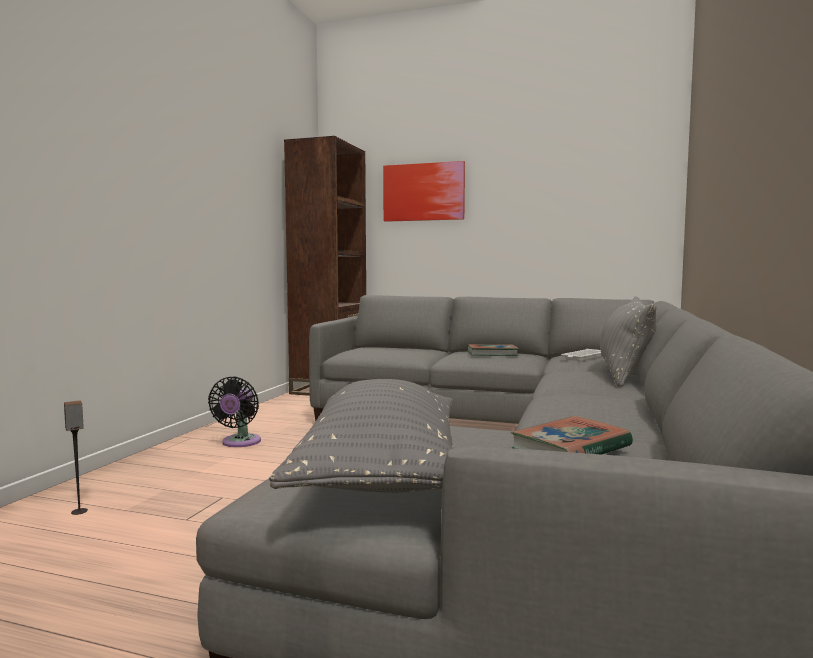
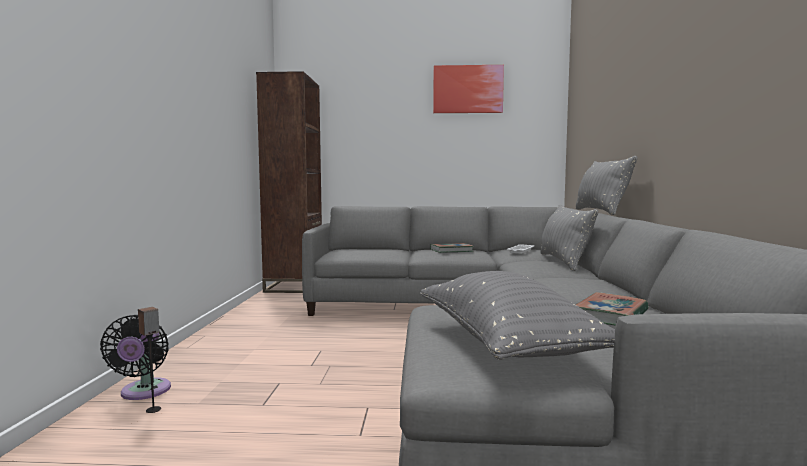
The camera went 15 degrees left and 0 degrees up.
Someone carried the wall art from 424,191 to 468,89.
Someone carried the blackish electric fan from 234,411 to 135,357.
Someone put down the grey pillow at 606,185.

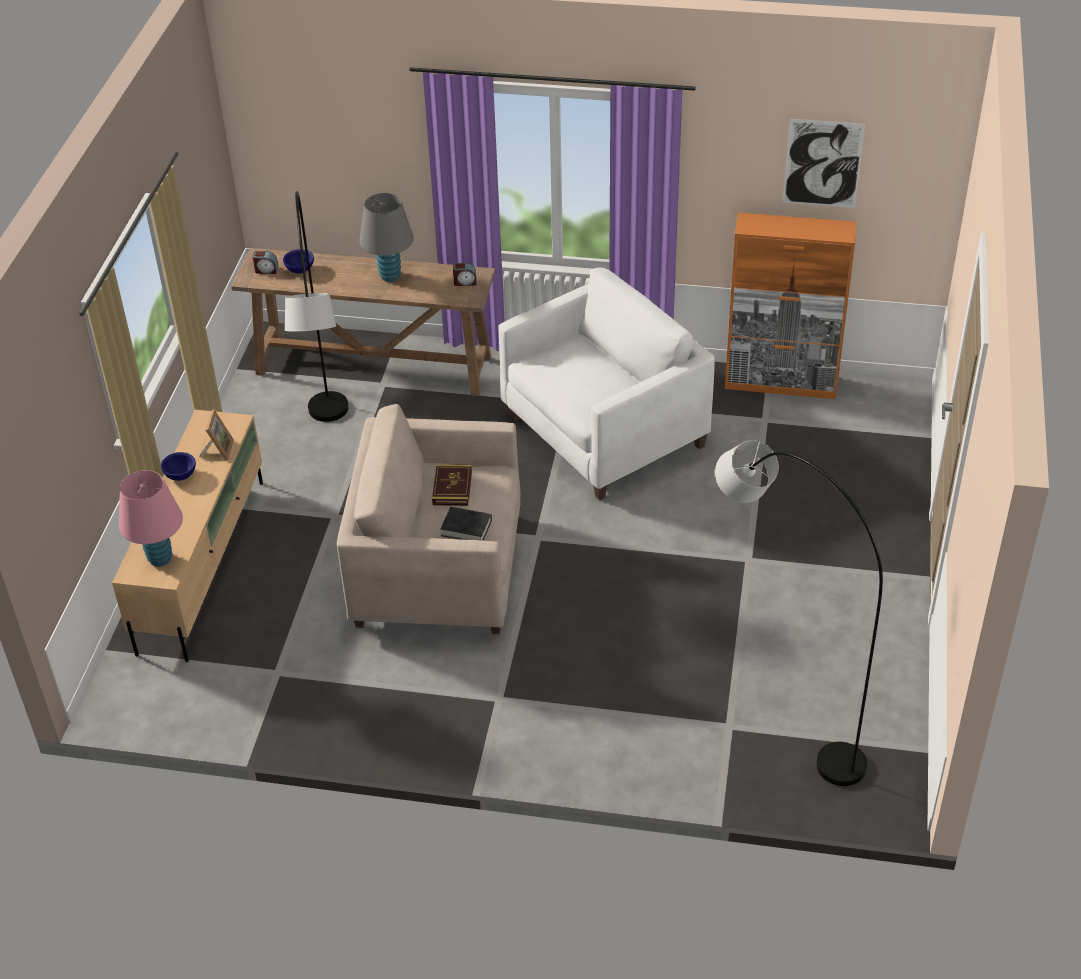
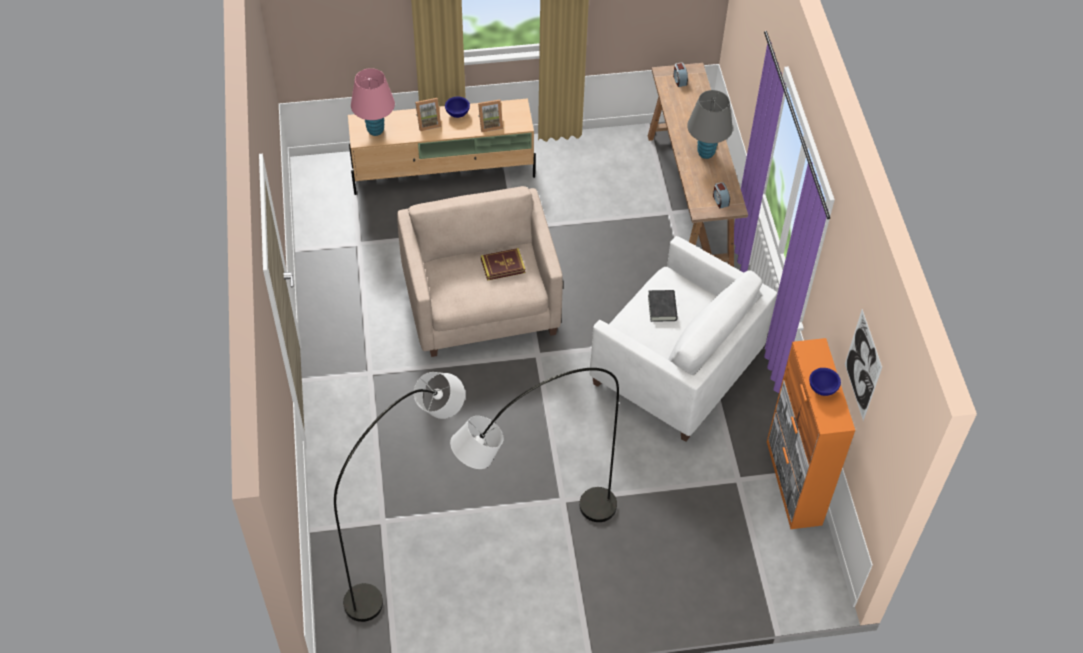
The camera went 70 degrees right and 10 degrees up.
Someone carried the grey standing lamp from 317,306 to 534,445.
Someone carried the blue-coloured deep dish from 298,261 to 825,382.
Someone carried the blackish volume from 466,524 to 663,306.
Someone put down the standing frame at 428,114.

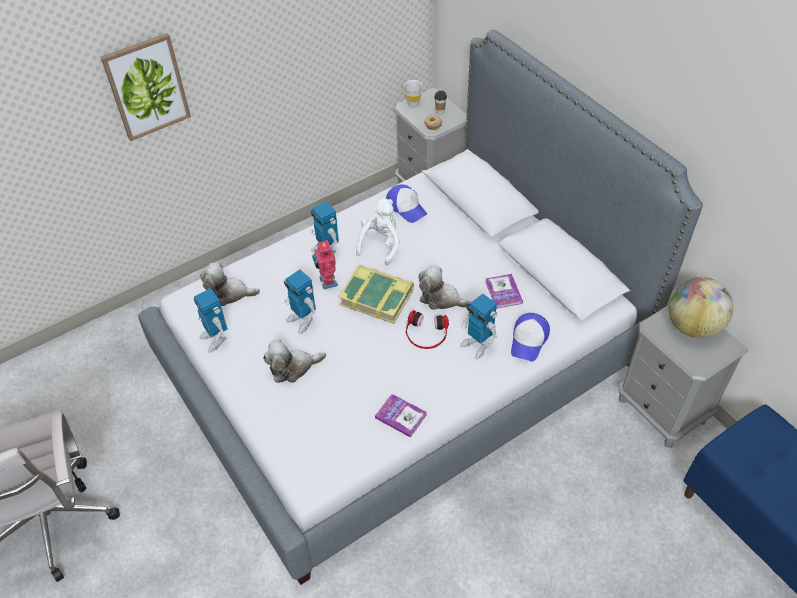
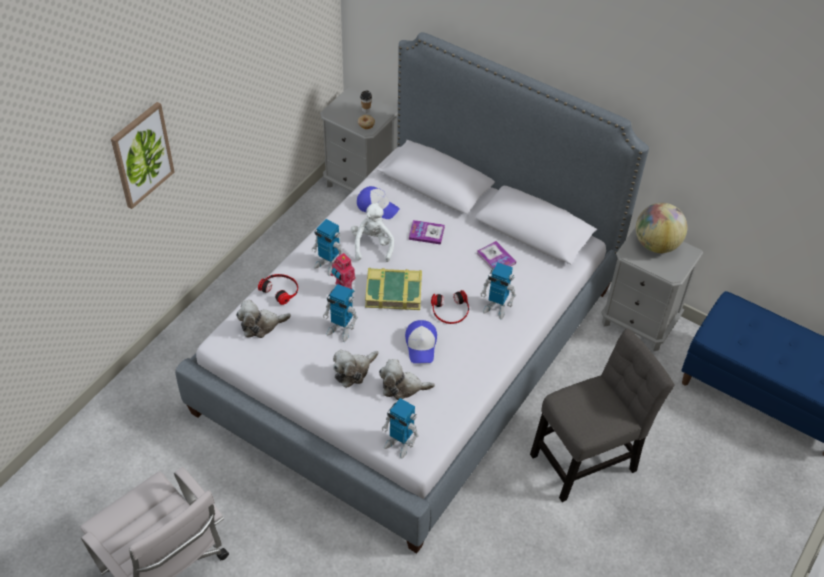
The camera went 25 degrees left and 0 degrees up.
Someone took away the white small cup at 413,94.
Someone carried the plush toy from 445,287 to 407,379.
Someone carried the model robot from 210,320 to 400,428.
Someone carried the peaked cap from 530,337 to 421,341.
Someone carried the volume from 401,416 to 427,232.
Someone put down the headphones at 278,289.
Someone put down the grey chair at 602,415.

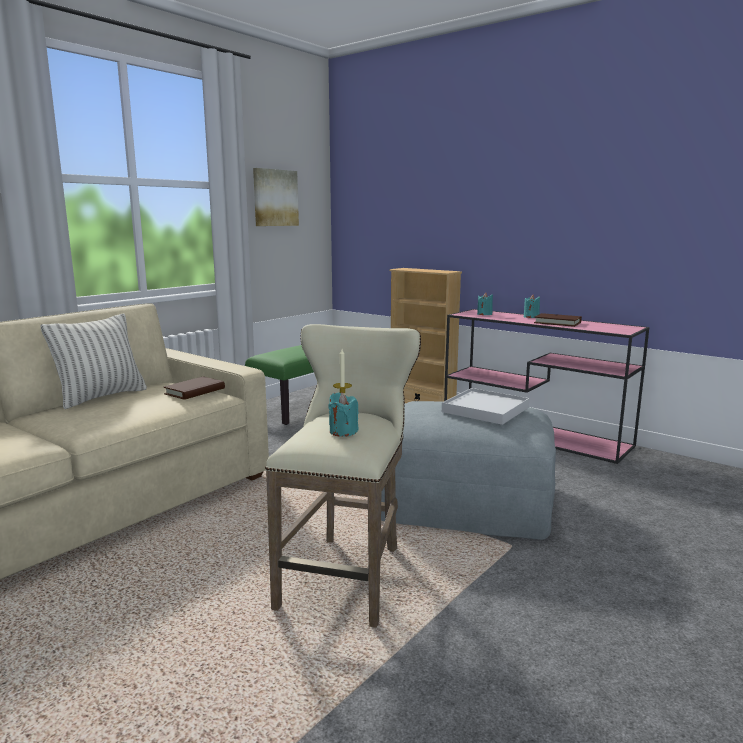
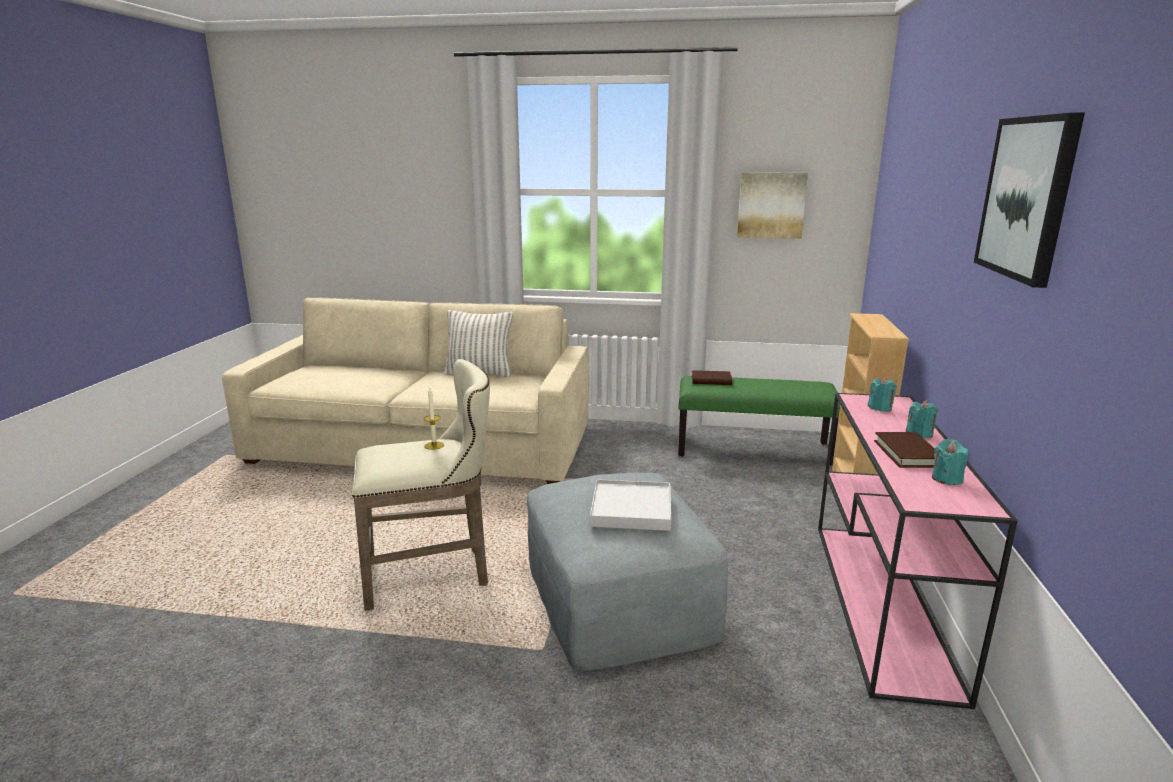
The camera went 60 degrees right and 5 degrees up.
Someone carried the brown volume from 194,388 to 712,377.
Someone carried the turquoise wax candle from 343,414 to 950,462.
Someone put up the wall art at 1029,200.

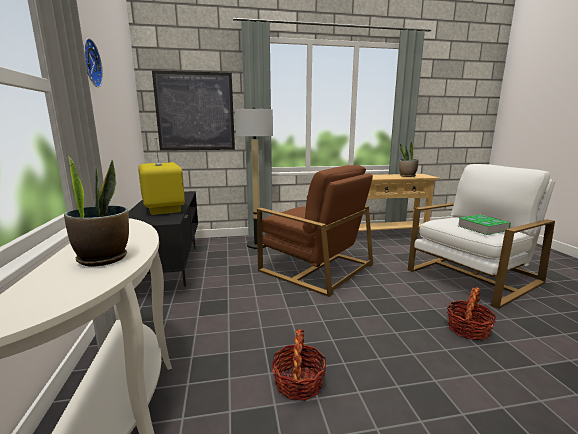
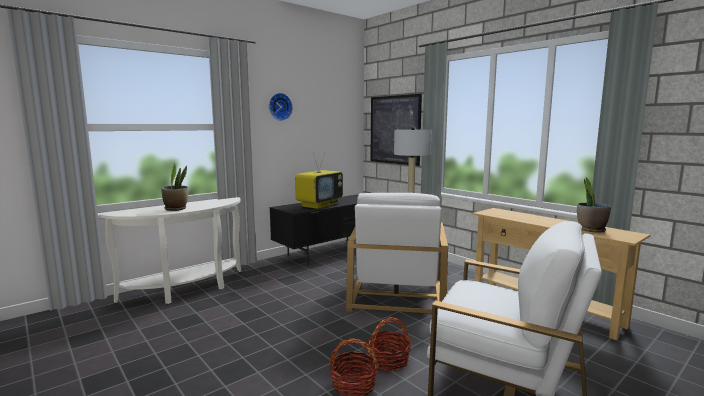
The camera went 60 degrees right and 5 degrees down.
Someone repainted the brown lounge chair at 315,231, which became the white lounge chair at 397,253.
Someone took away the volume at 484,225.
Someone carried the household basket from 299,365 to 390,344.

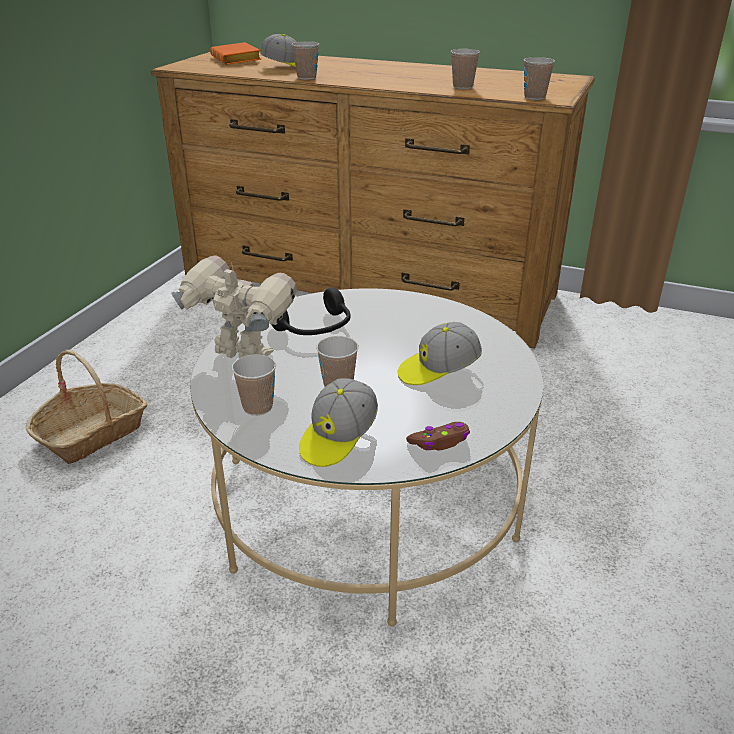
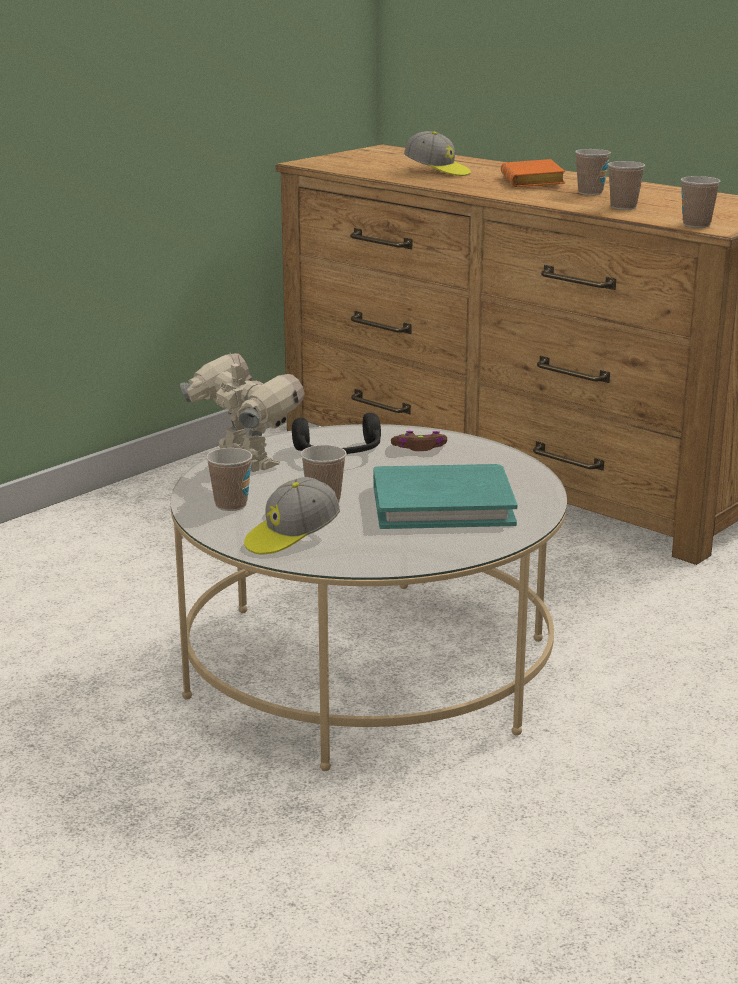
The camera went 20 degrees right and 10 degrees down.
Someone carried the small cup from 305,60 to 593,172.
Someone carried the orange volume from 235,53 to 533,173.
Someone swapped the peaked cap at 439,353 for the turquoise volume at 445,496.
Someone took away the household basket at 86,407.
Someone carried the brown joypad from 438,436 to 419,441.

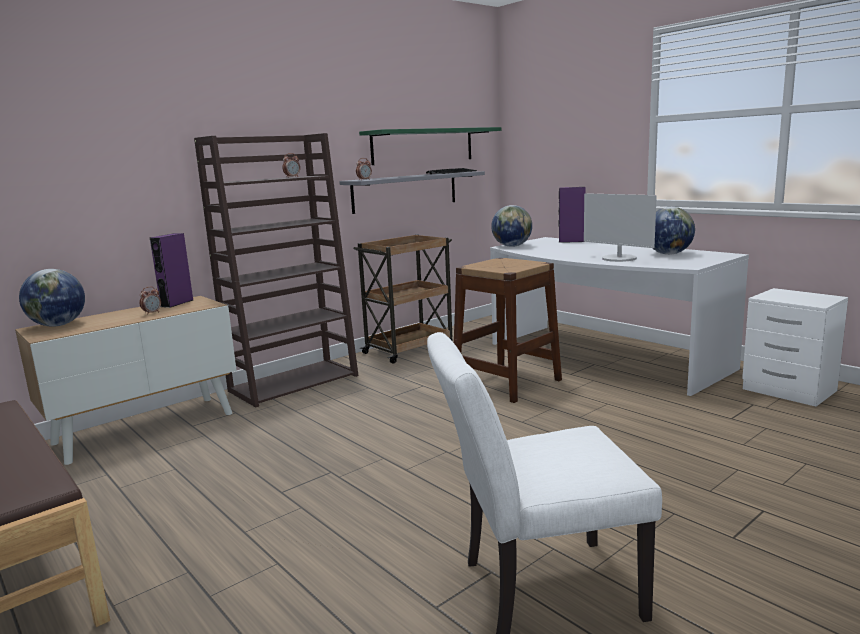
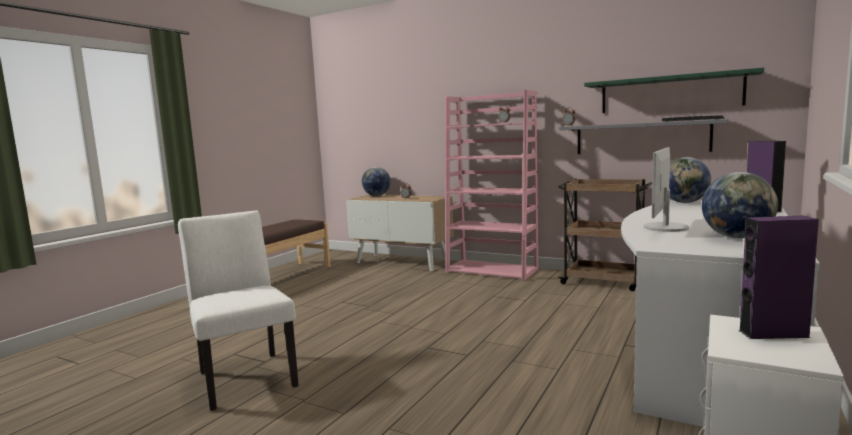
The camera went 70 degrees right and 5 degrees down.
Someone repainted the brown bookshelf at 276,270, which became the pinkish bookshelf at 491,185.
Someone carried the purple speaker from 171,270 to 778,277.
Someone took away the brown stool at 508,330.

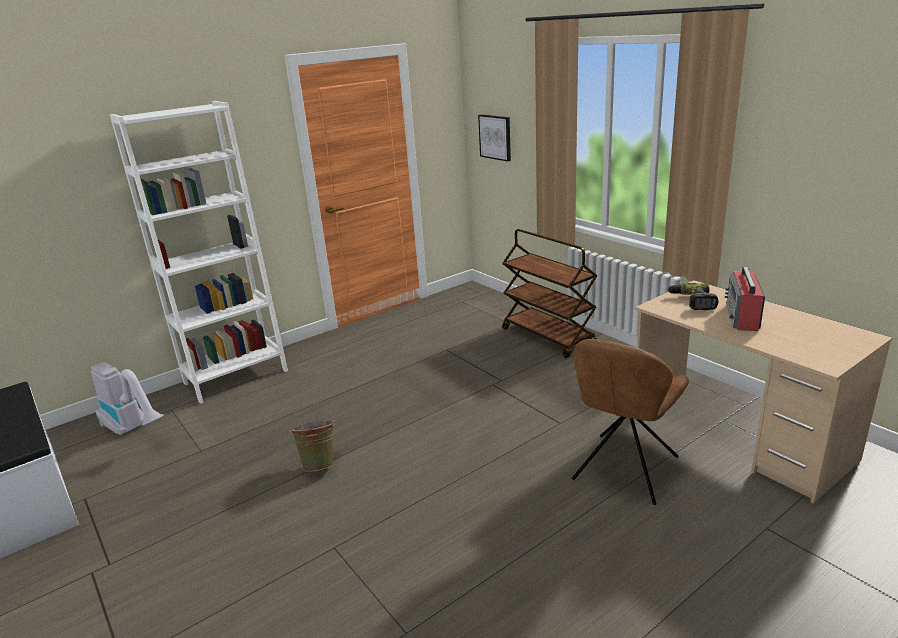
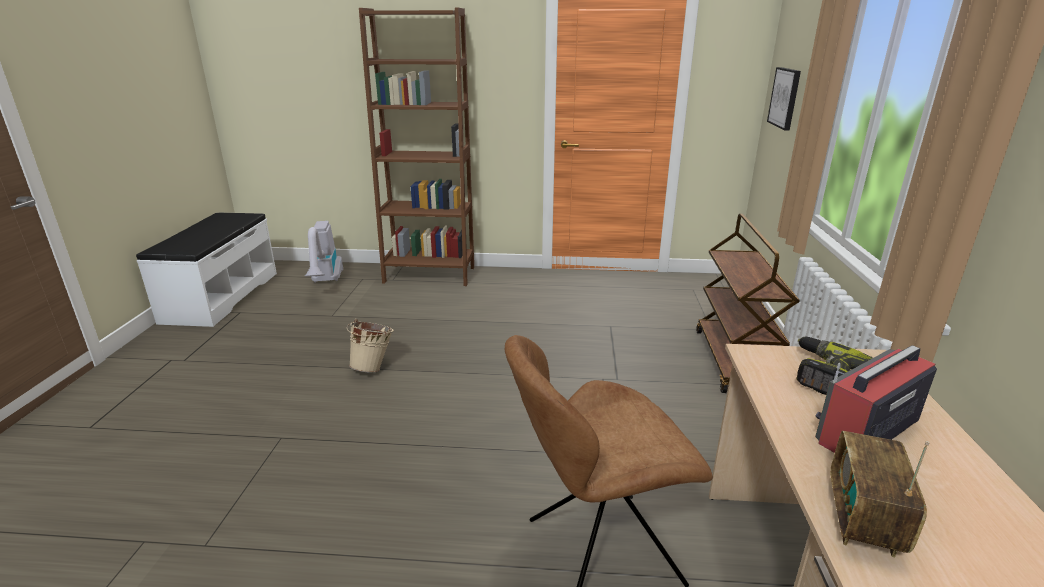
The camera went 40 degrees right and 0 degrees up.
Someone repainted the white bookshelf at 199,252, which became the brown bookshelf at 416,147.
Someone repainted the green bucket at 312,446, which became the sand-coloured bucket at 370,346.
Someone put down the radio at 880,494.

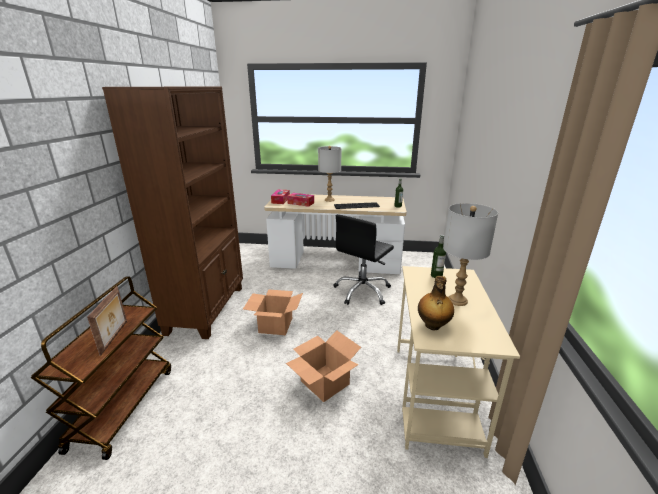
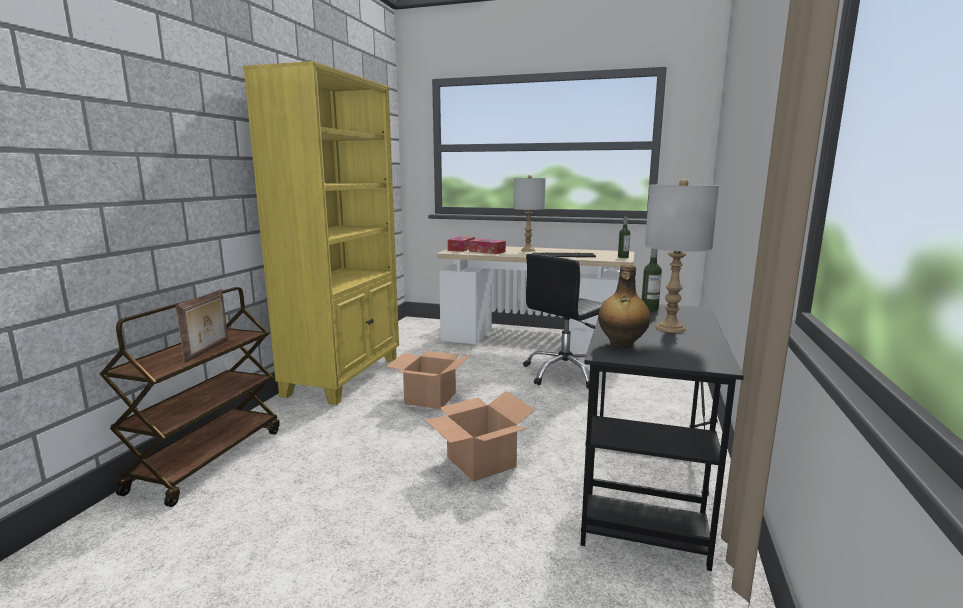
The camera went 10 degrees right and 10 degrees down.
Someone repainted the brown bookshelf at 172,213, which became the yellow-coloured bookshelf at 321,233.
Someone repainted the sand-coloured desk at 458,362, which became the blackish desk at 662,436.

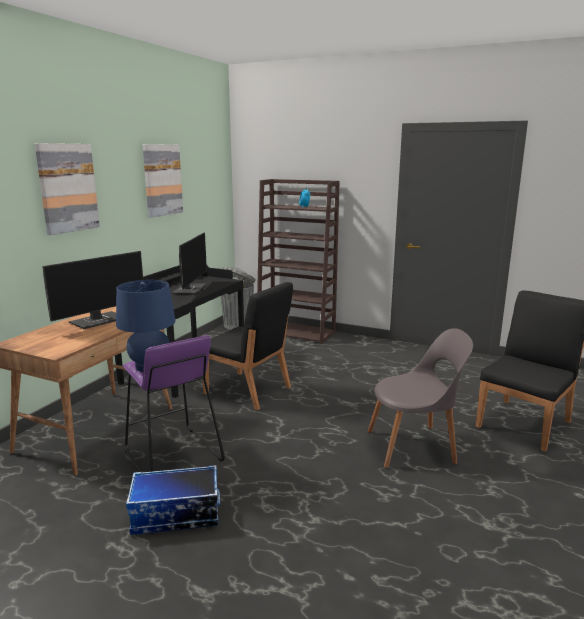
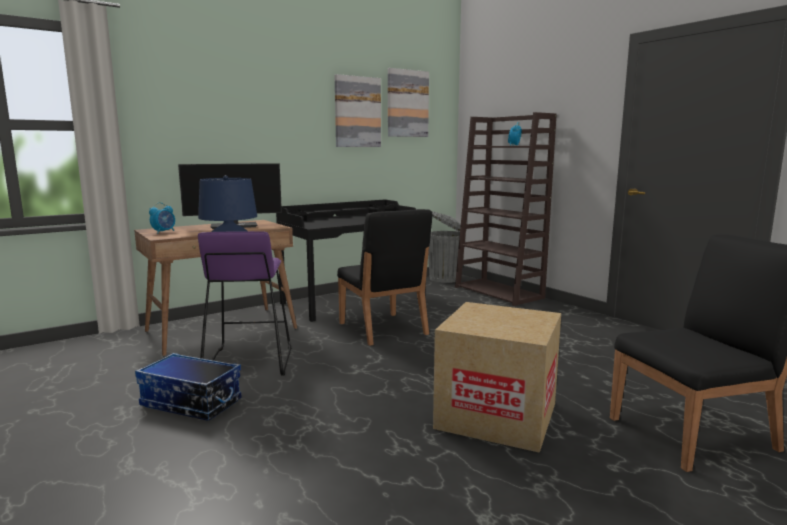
The camera went 30 degrees right and 5 degrees down.
Someone carried the wall art from 67,189 to 408,102.
Someone took away the computer display at 189,263.
Someone swapped the grey chair at 420,398 for the cardboard box at 497,377.
Someone put down the alarm clock at 162,217.

